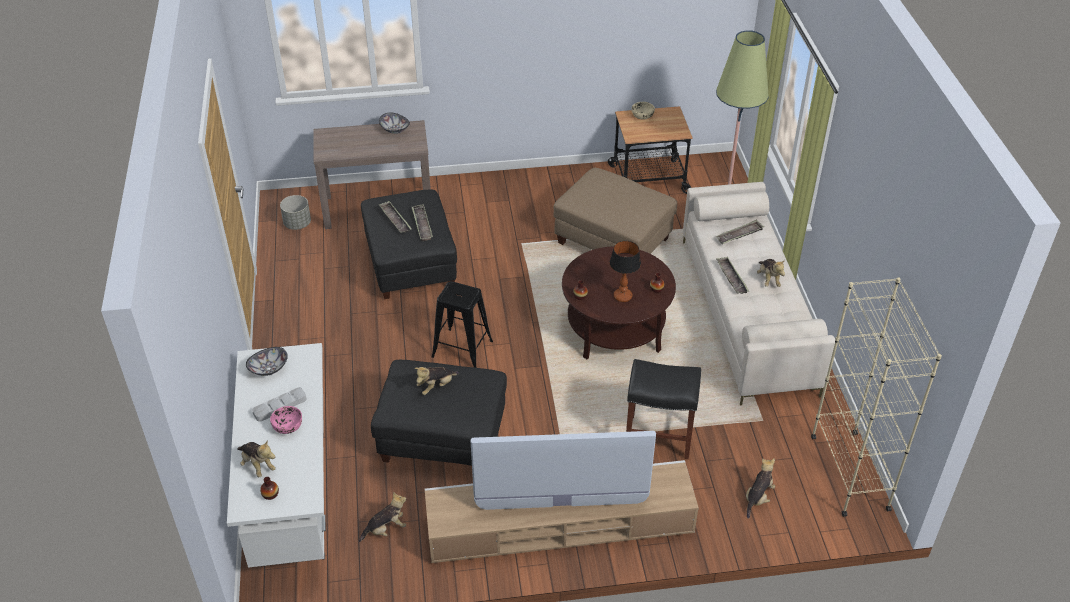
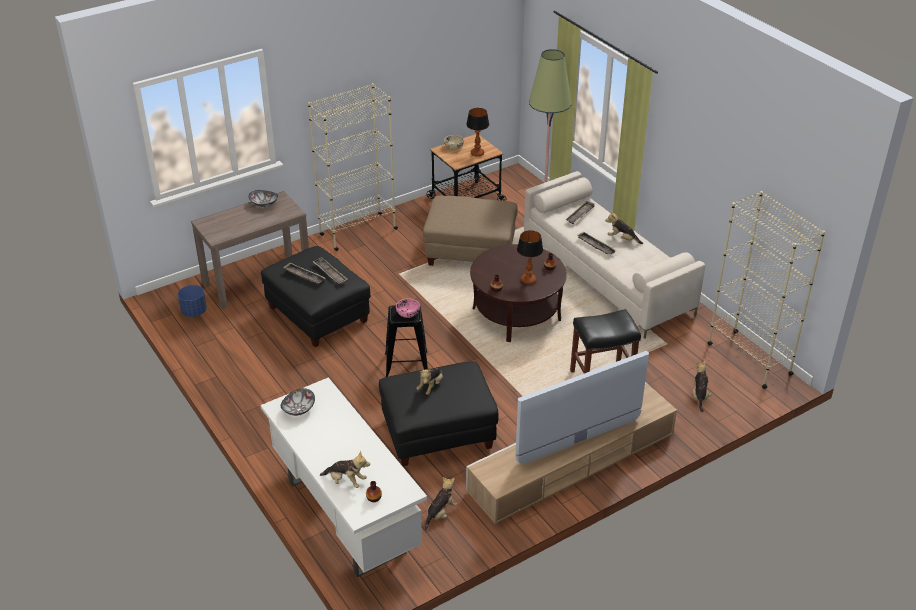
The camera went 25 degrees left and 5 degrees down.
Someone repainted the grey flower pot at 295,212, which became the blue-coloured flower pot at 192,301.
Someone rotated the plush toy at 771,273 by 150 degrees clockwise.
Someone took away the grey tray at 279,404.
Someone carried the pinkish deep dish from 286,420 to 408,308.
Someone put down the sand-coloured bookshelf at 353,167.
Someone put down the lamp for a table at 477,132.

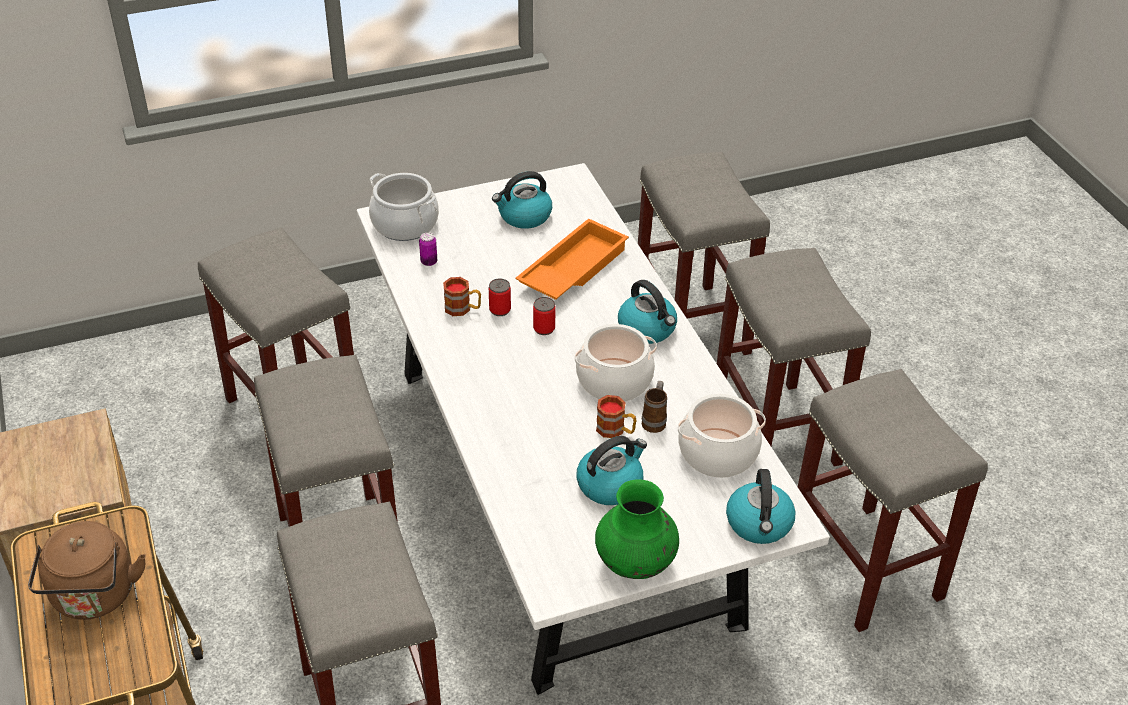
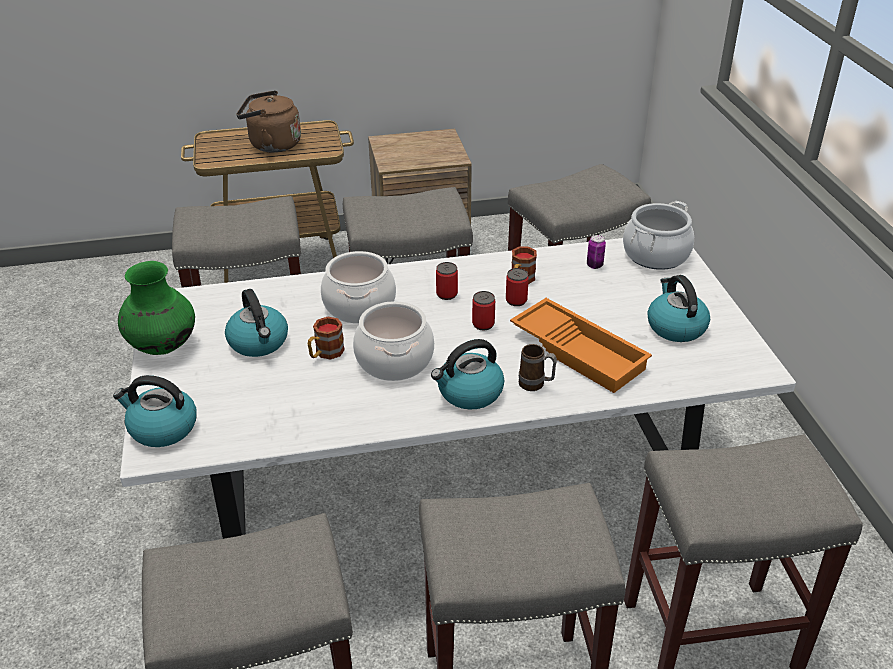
The camera went 100 degrees right and 5 degrees down.
Someone carried the tea mug from 654,407 to 538,367.
Someone carried the saucepot from 722,436 to 358,287.
Someone put down the sealed can at 447,281.

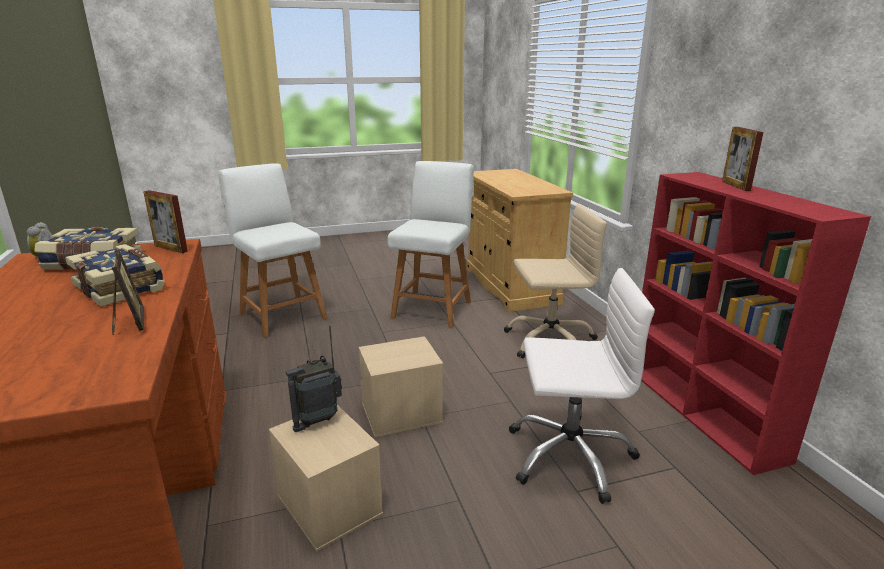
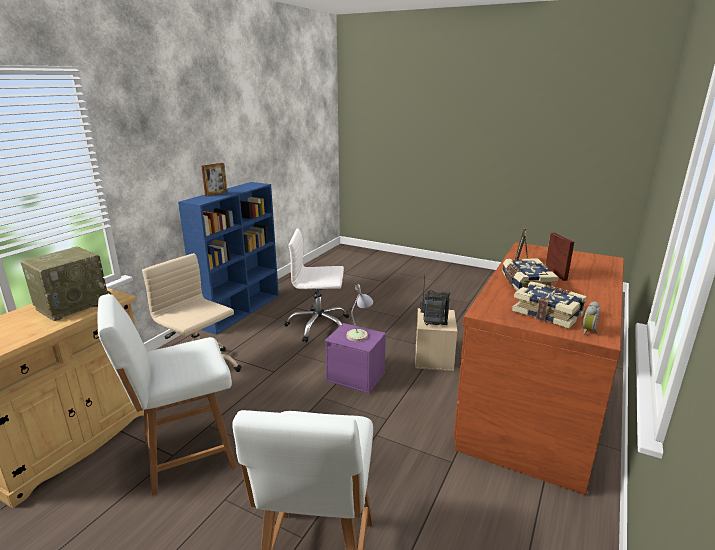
The camera went 135 degrees left and 0 degrees up.
Someone repainted the red-coloured bookshelf at 756,323, which became the blue-coloured bookshelf at 228,258.
Someone carried the standing frame from 165,221 to 559,257.
Someone rotated the white desk chair at 582,386 by 45 degrees counterclockwise.
Someone repainted the sand-coloured storage bin at 401,386, which became the purple storage bin at 355,358.
Someone put down the radio at 66,284.
Someone put down the lamp for a table at 360,312.

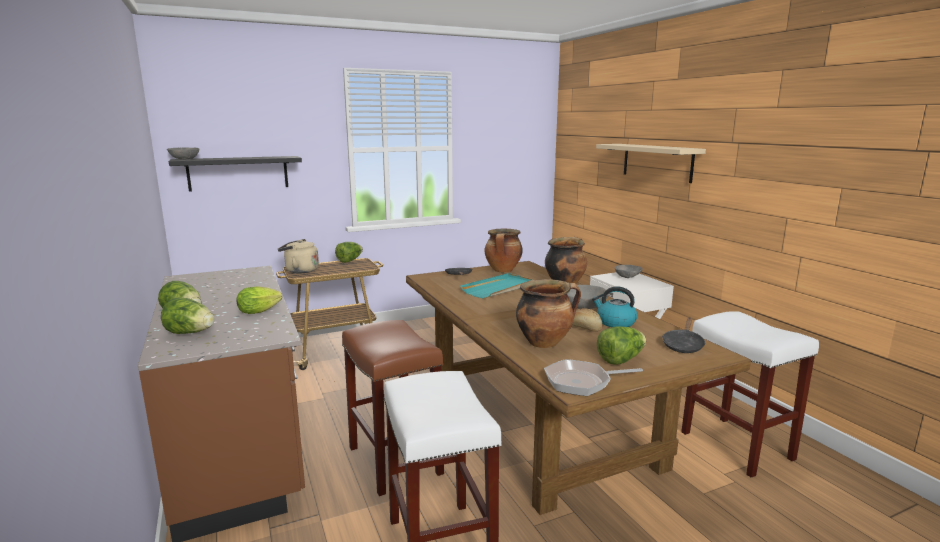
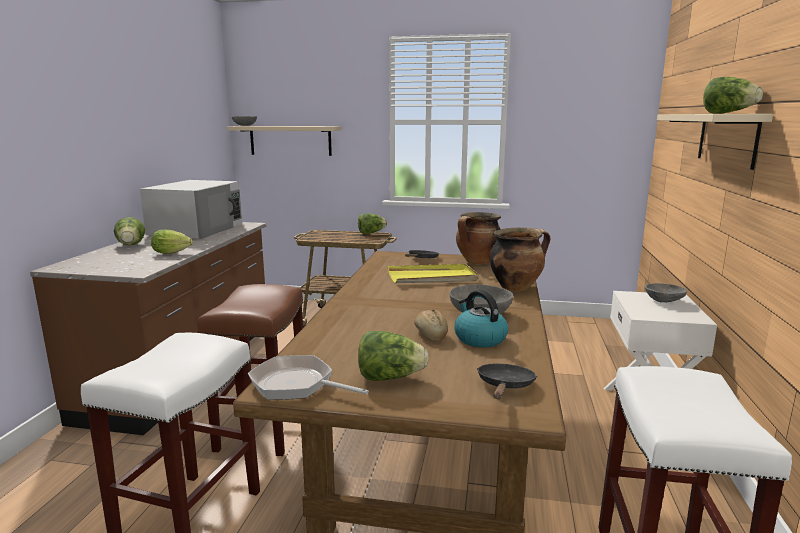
The camera went 35 degrees right and 0 degrees up.
Someone repainted the blackish wall shelf at 235,174, which became the sand-coloured wall shelf at 284,141.
Someone took away the sand-coloured water kettle at 298,256.
Someone repainted the turquoise tray at 497,286, which became the yellow-coloured tray at 433,273.
Someone took away the saucepot at 548,313.
Someone carried the lettuce head from 188,316 to 733,95.
Someone rotated the blackish skillet at 684,335 by 135 degrees clockwise.
Someone put down the white microwave oven at 191,209.

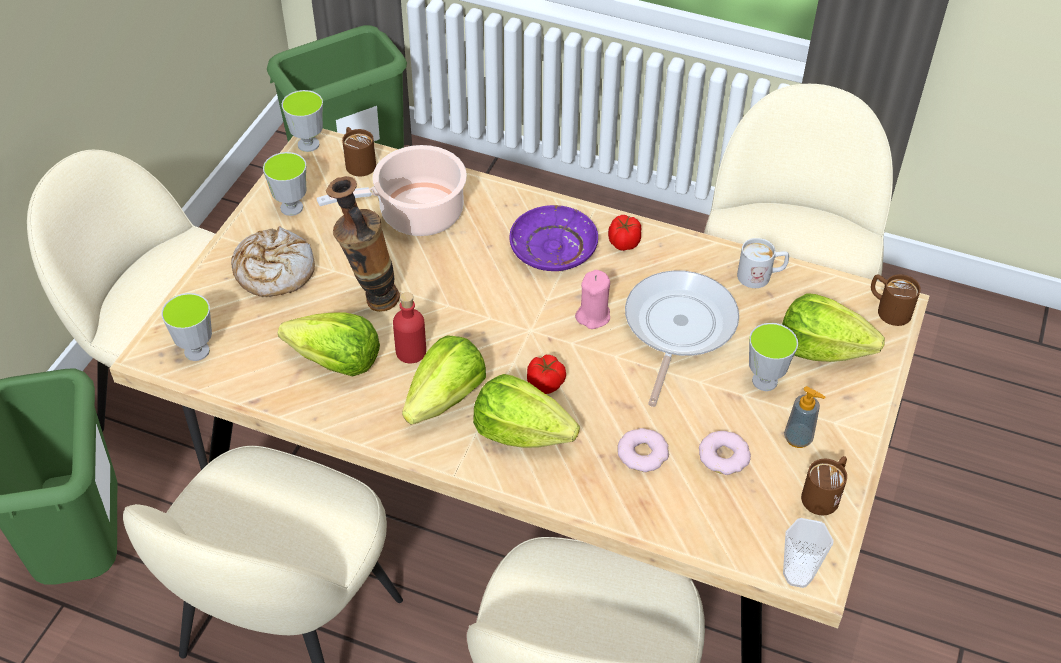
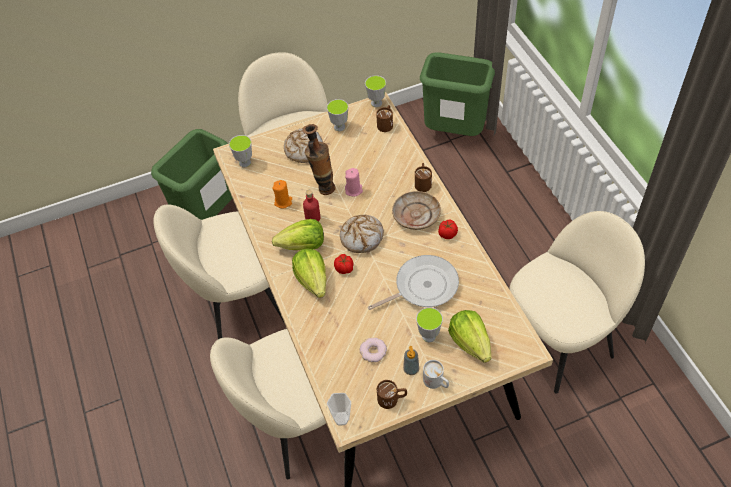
The camera went 50 degrees right and 5 degrees up.
Someone took away the saucepot at 392,190.
Someone repainted the purple plate at 554,238, which became the sand-coloured plate at 416,210.
Someone carried the white tea mug from 763,263 to 436,374.
Someone carried the pinkish wax candle from 592,299 to 354,182.
Someone carried the brown tea mug from 896,300 to 423,177.
Someone swapped the lettuce head at 329,344 for the orange wax candle at 282,194.
Someone took away the doughnut at 643,450.
Someone put down the bread at 362,233.

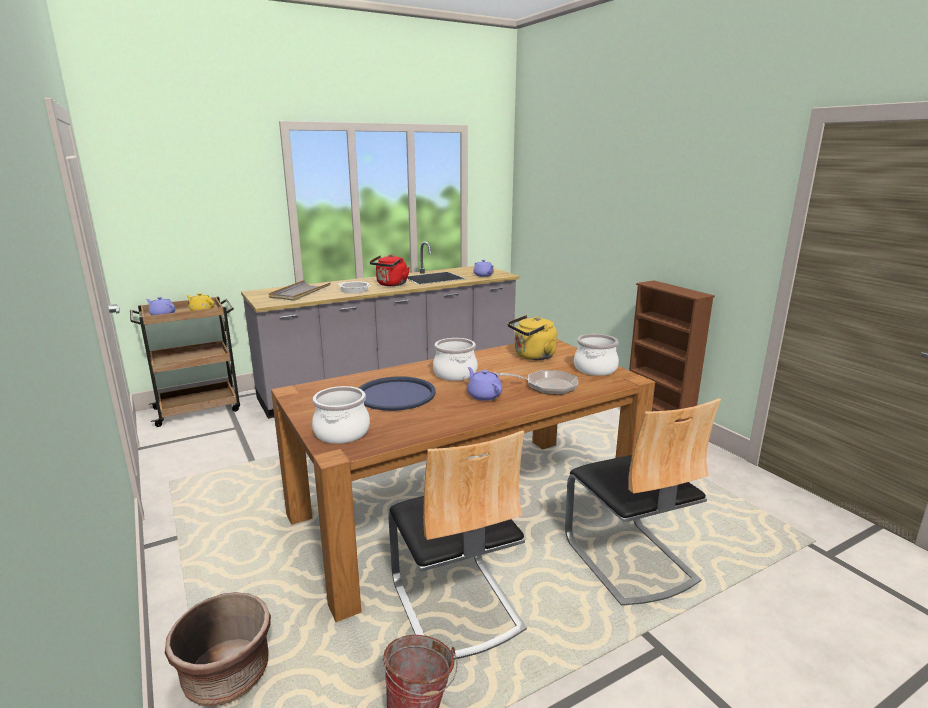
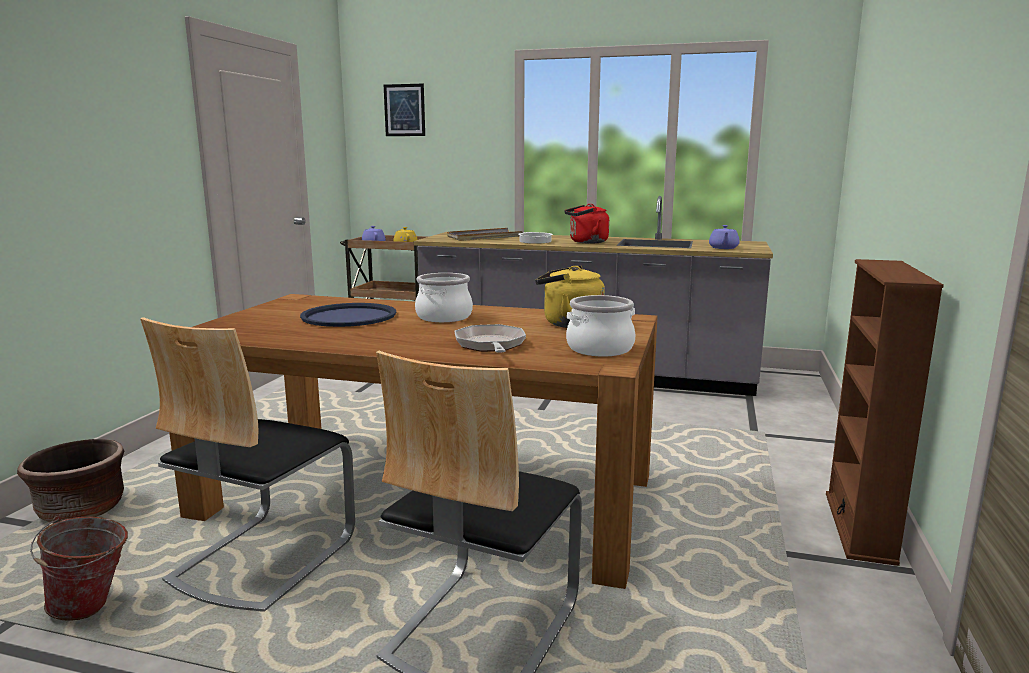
The camera went 45 degrees right and 5 degrees down.
Someone took away the purple tea pot at 484,384.
Someone rotated the skillet at 535,382 by 150 degrees counterclockwise.
Someone took away the saucepot at 341,415.
Someone put up the wall art at 404,110.

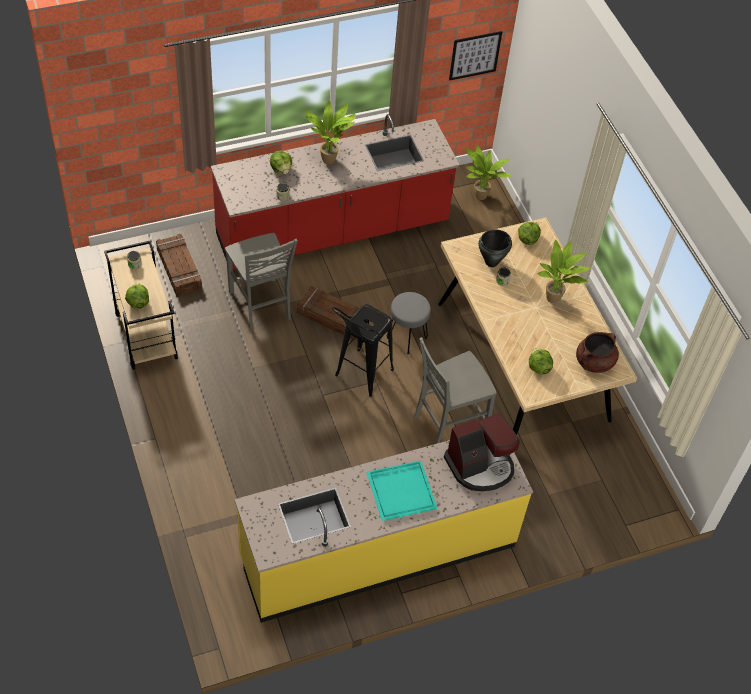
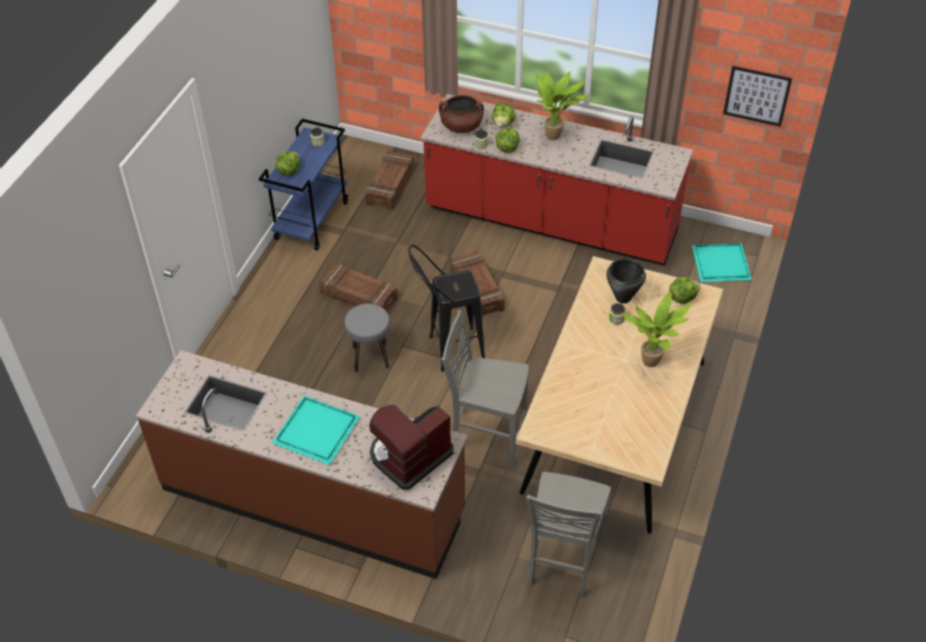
The camera went 45 degrees right and 5 degrees down.
Someone swapped the houseplant at 489,172 for the turquoise tray at 722,262.
Someone carried the grey chair from 261,282 to 568,534.
Someone repainted the sand-coloured trolley at 141,305, which became the blue-coloured trolley at 304,184.
Someone carried the grey stool from 409,323 to 367,338.
Someone carried the brown saucepot from 597,352 to 461,114.
Someone carried the lettuce head from 541,361 to 508,140.
Someone rotated the coffee machine at 482,452 by 120 degrees clockwise.
Someone repainted the yellow-coloured counter at 384,531, which became the brown counter at 302,464.
Someone put down the packing crate at 358,287.

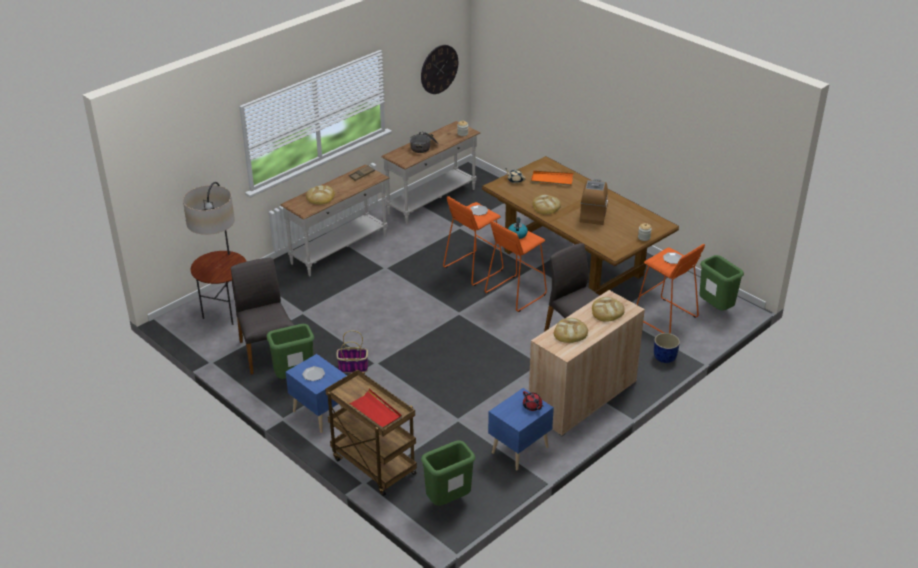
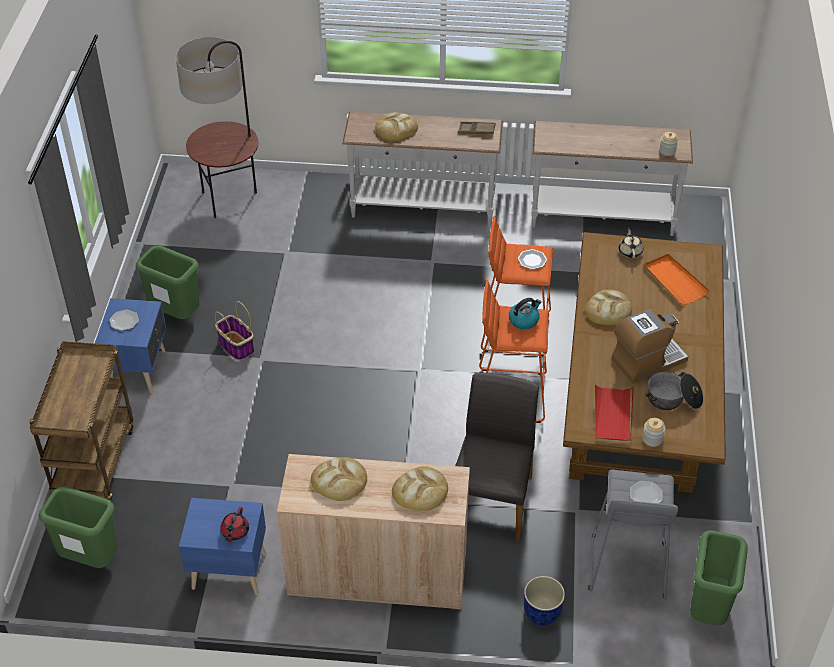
The camera went 50 degrees right and 10 degrees up.
Someone took away the wall clock at 439,69.
Someone carried the saucepot from 424,142 to 674,390.
Someone repainted the orange stool at 670,289, which became the grey stool at 633,534.
Someone took away the grey chair at 262,316.
Someone carried the red-coloured tray from 374,409 to 614,413.

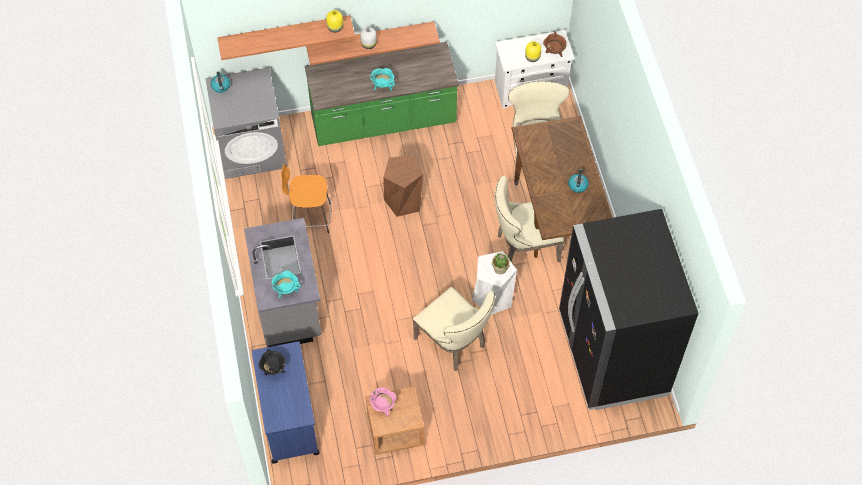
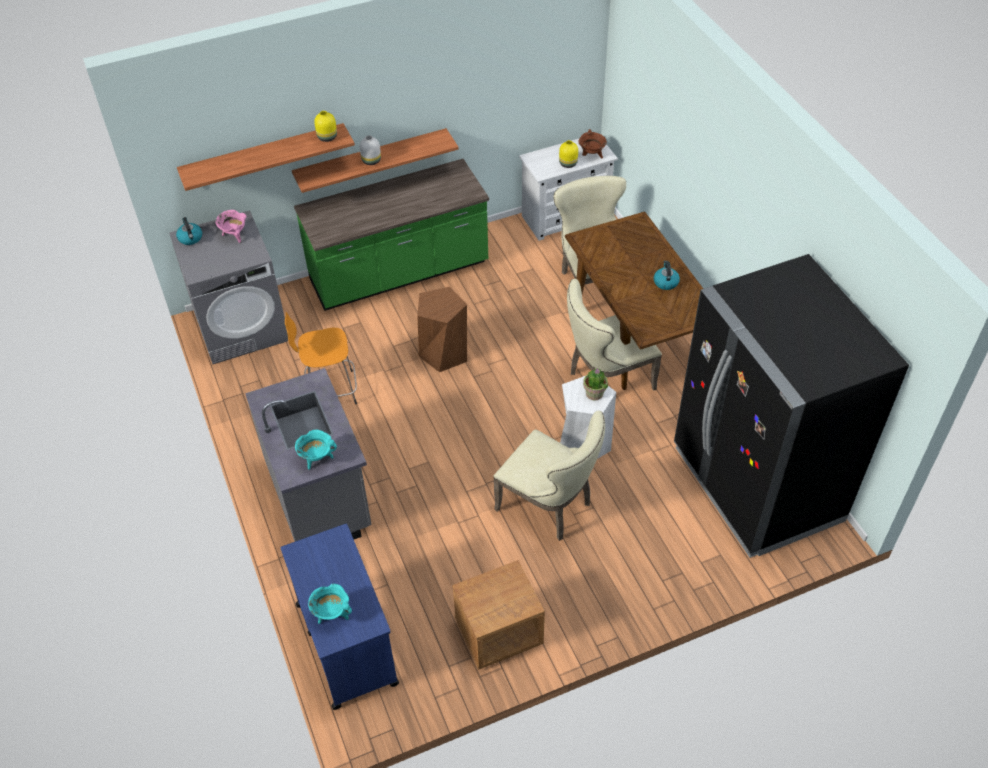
The camera went 10 degrees left and 10 degrees down.
Someone carried the turquoise saucepot from 382,79 to 330,604.
Someone took away the blackish saucepot at 272,362.
Someone carried the pinkish saucepot from 383,402 to 231,226.

